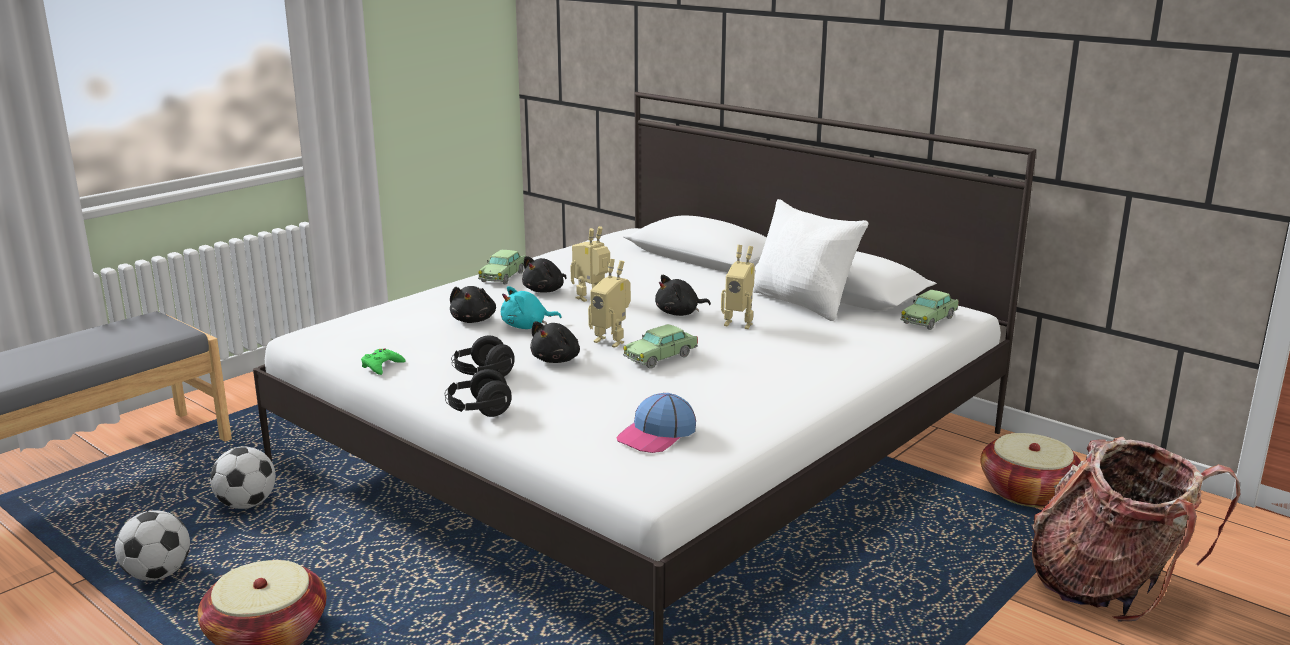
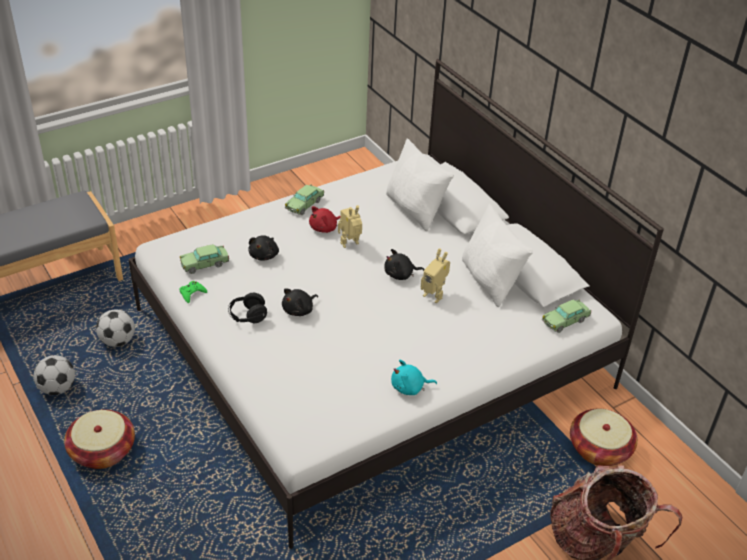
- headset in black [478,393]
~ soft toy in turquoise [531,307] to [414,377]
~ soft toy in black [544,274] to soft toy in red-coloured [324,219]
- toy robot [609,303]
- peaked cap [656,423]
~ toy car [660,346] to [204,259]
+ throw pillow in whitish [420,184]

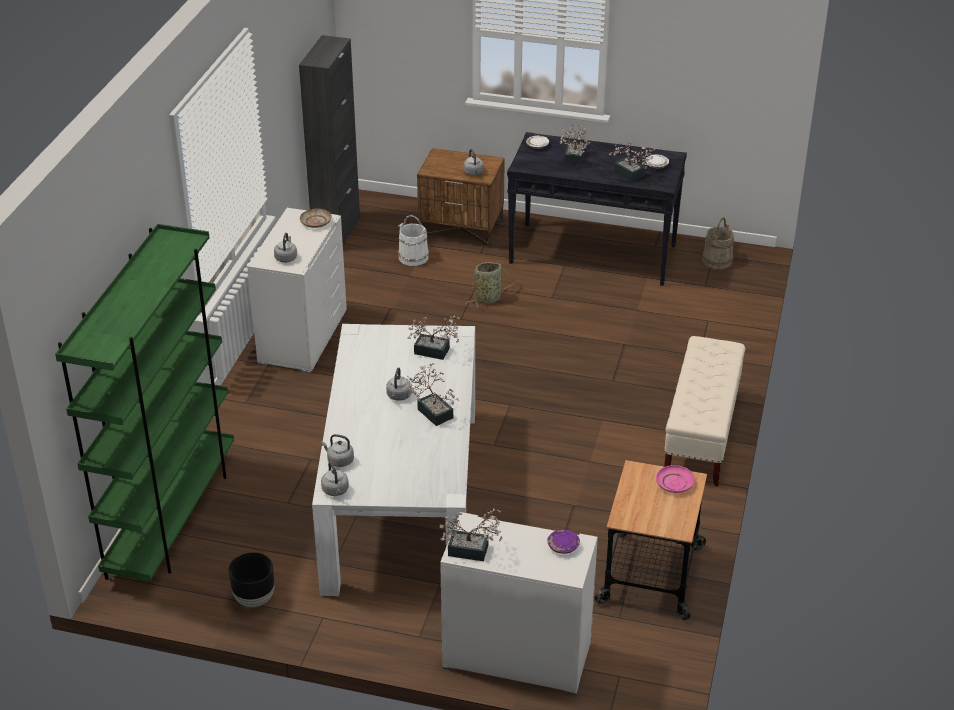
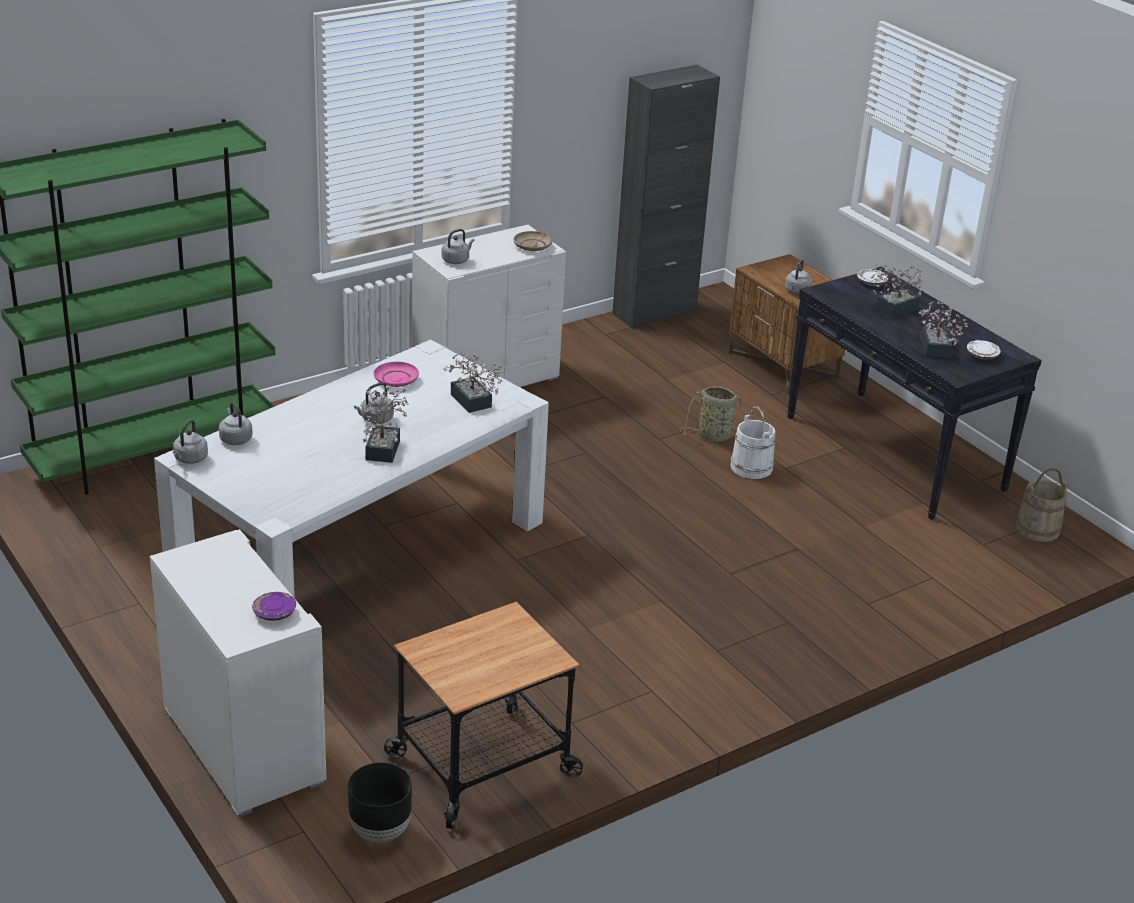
~ plant pot in black [251,579] to [380,802]
~ water bucket in whitish [413,240] to [753,442]
- plant in a pot [471,534]
~ flat dish in pink-coloured [675,479] to [396,374]
- indoor bench in beige-coloured [705,411]

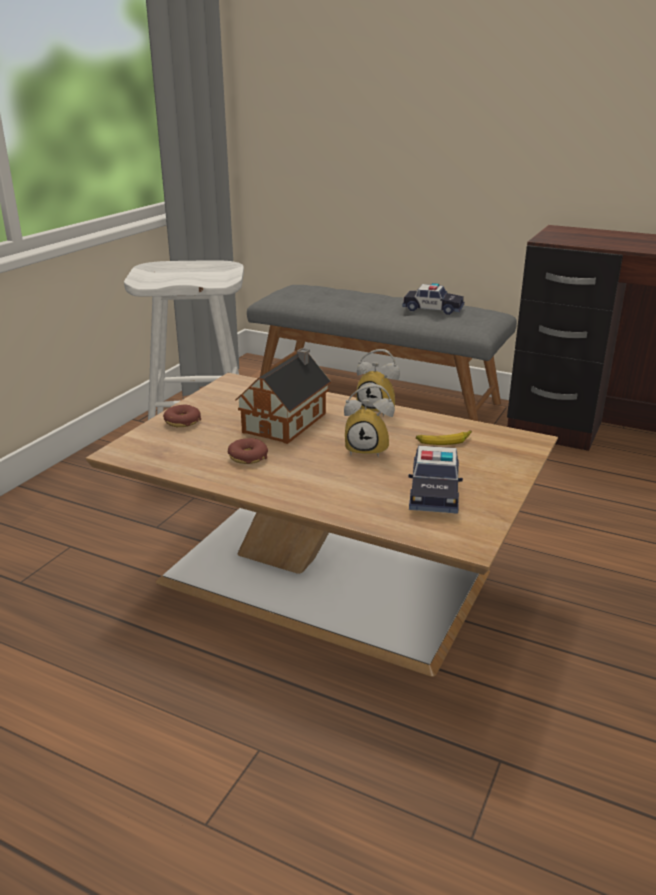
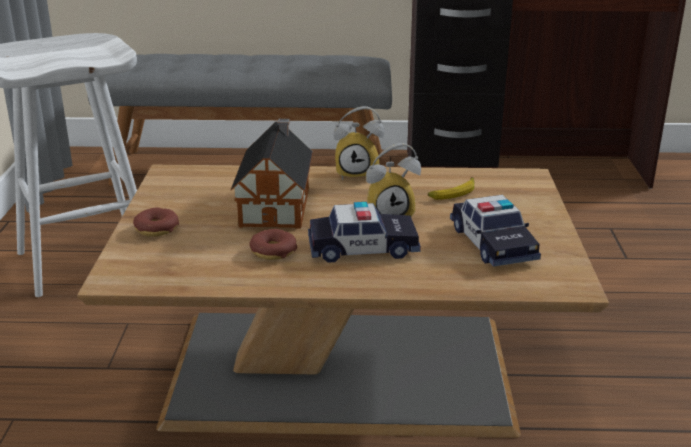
~ toy car [433,299] to [364,232]

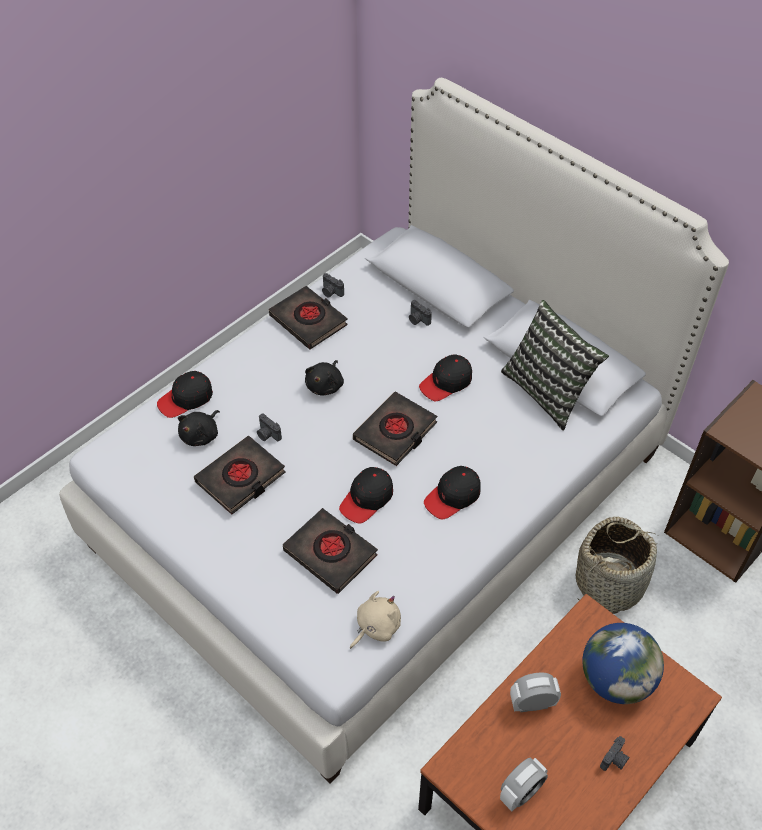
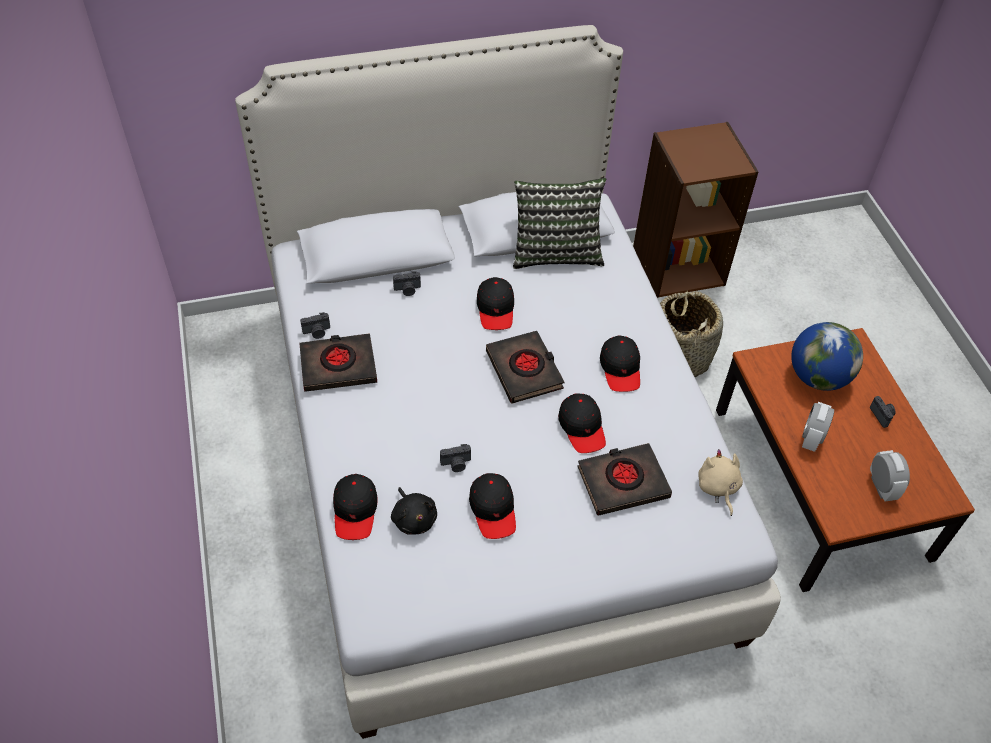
~ volume in black [240,475] to peaked cap in black [492,506]
- soft toy in black [324,378]

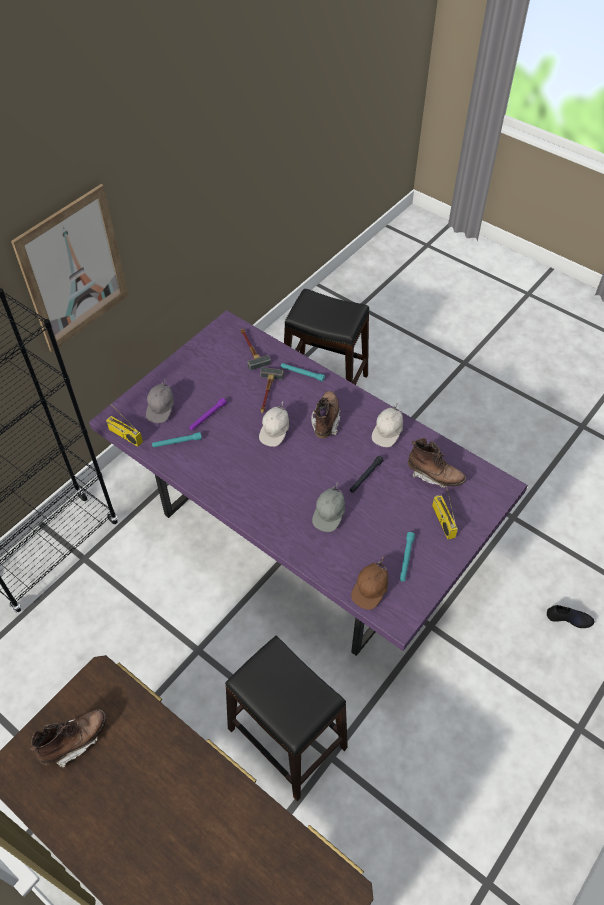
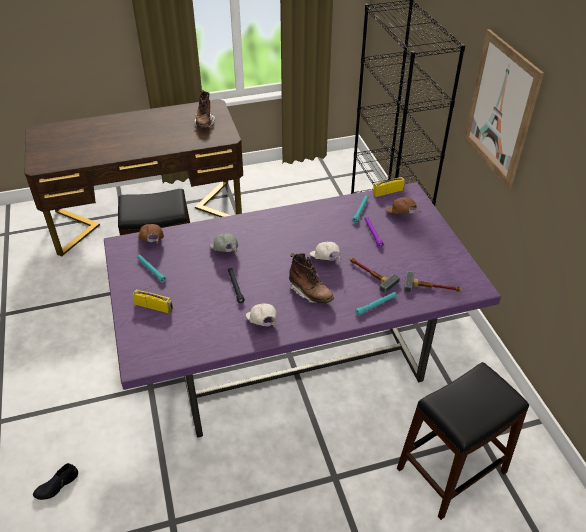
~ peaked cap in gray [160,400] to peaked cap in brownish [403,205]
- high-top boot in brownish [437,463]

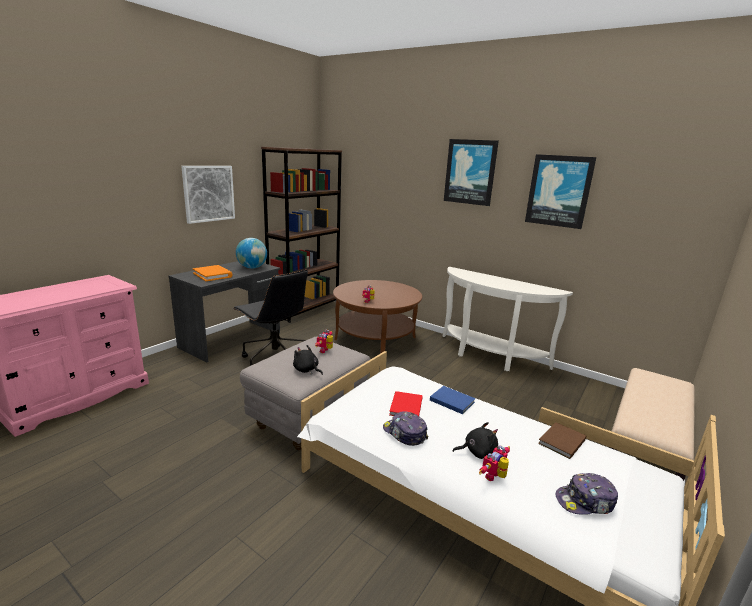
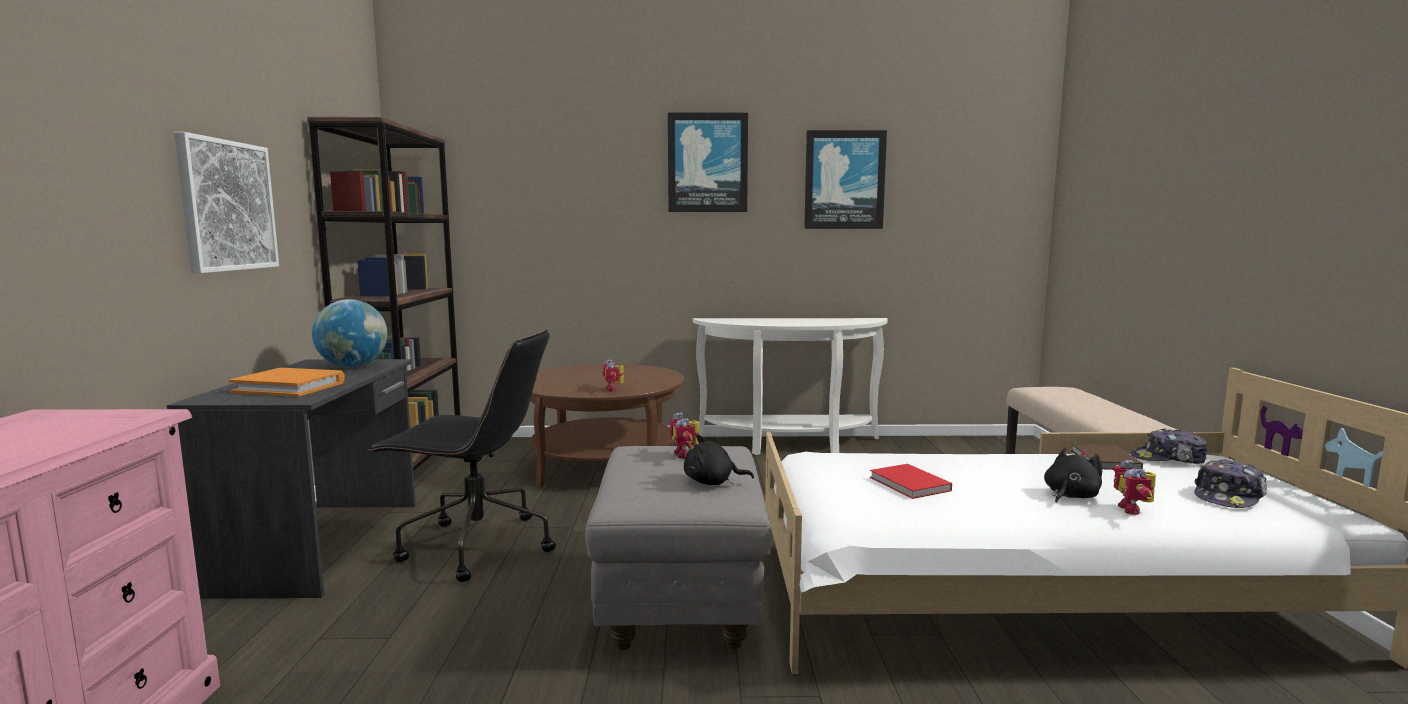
~ peaked cap [406,428] to [1169,446]
- volume in blue [453,400]

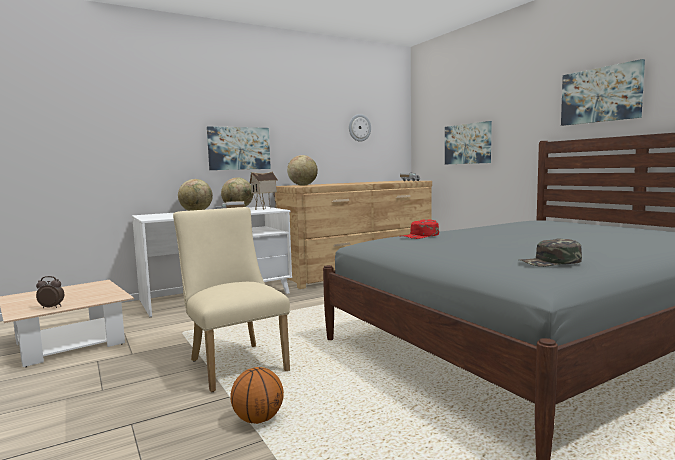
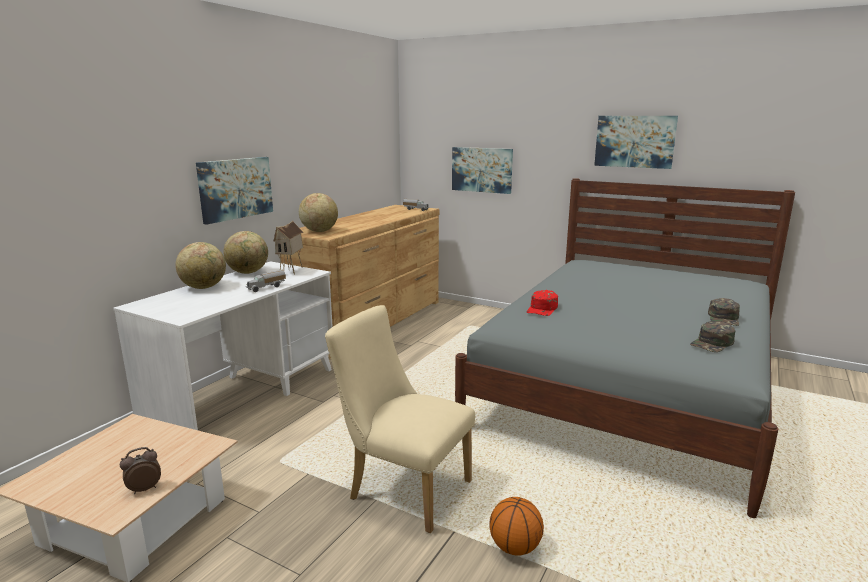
- wall clock [360,128]
+ peaked cap in greenish [724,312]

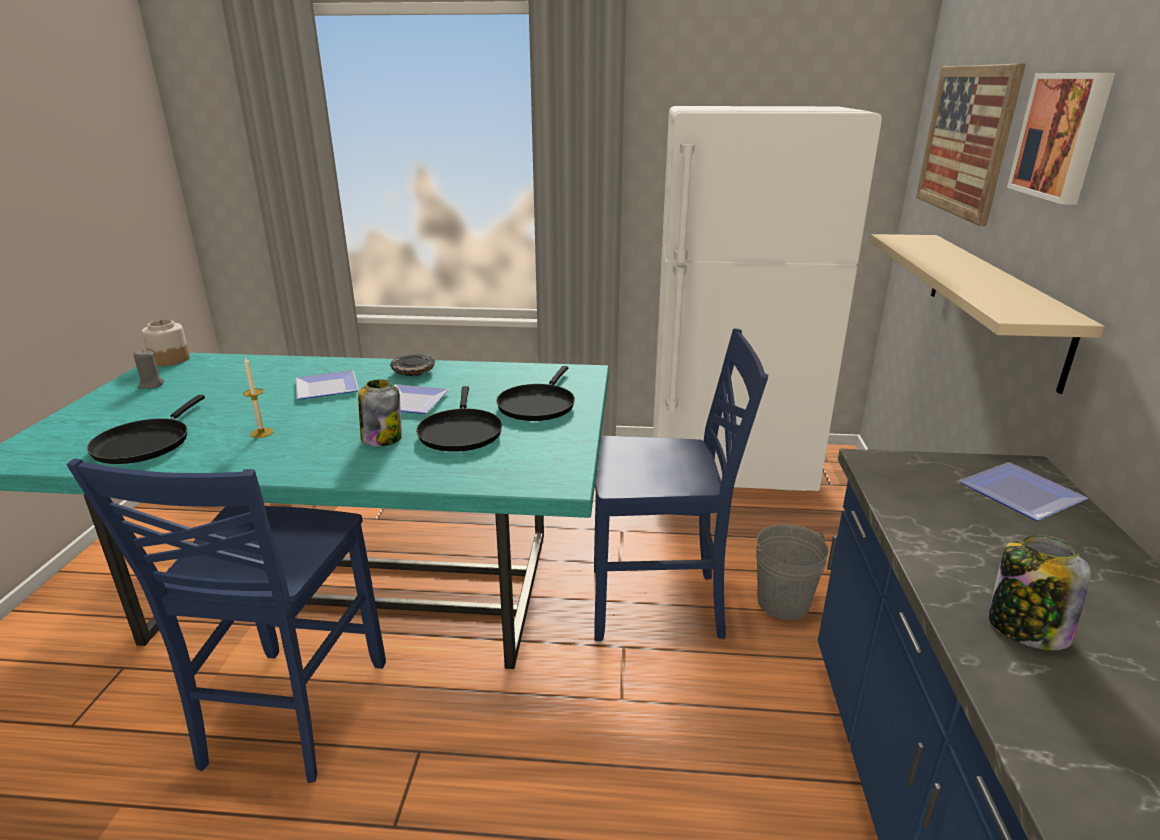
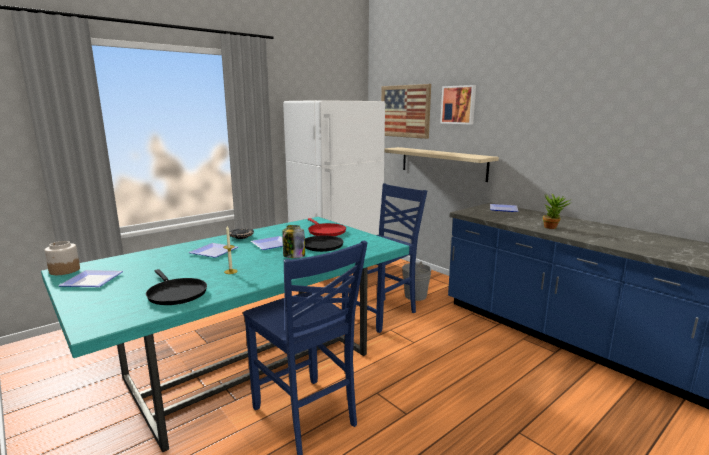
~ wax light in gray [148,369] to flat dish [90,278]
~ frying pan in black [535,393] to frying pan in red-coloured [327,227]
~ storage jar [1039,593] to plant in a pot [557,211]

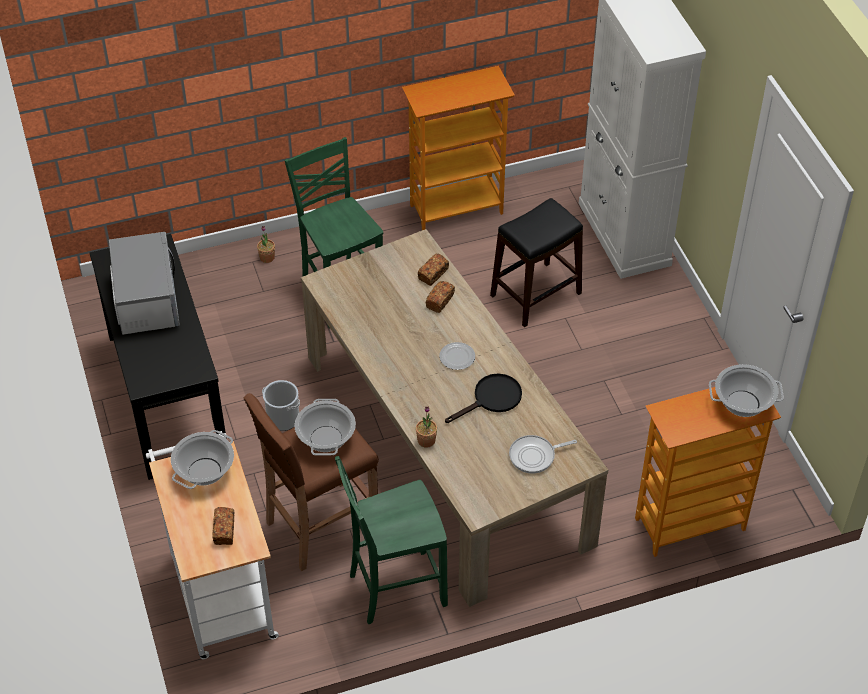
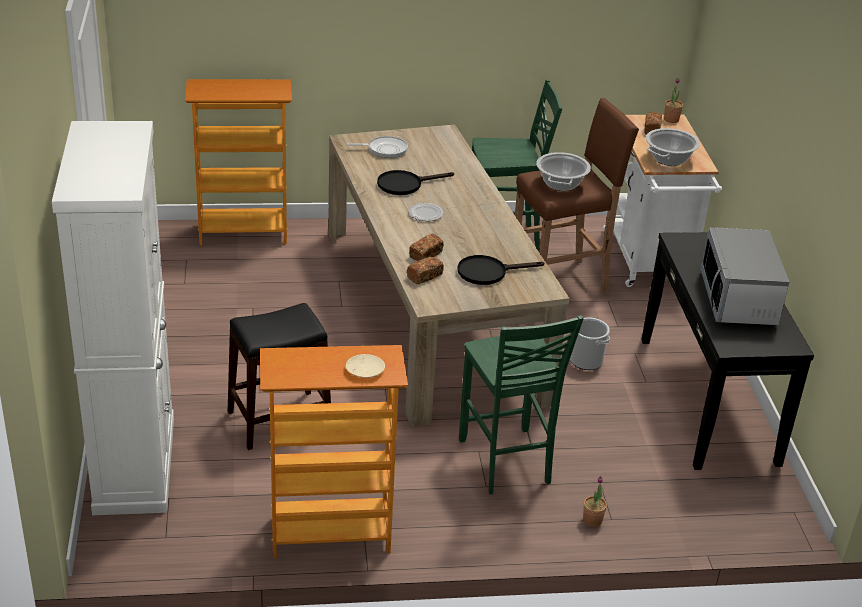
~ plant in a pot [426,427] to [673,100]
- cooking pot [746,390]
+ flat dish in beige-coloured [365,366]
+ frying pan in black [500,270]

